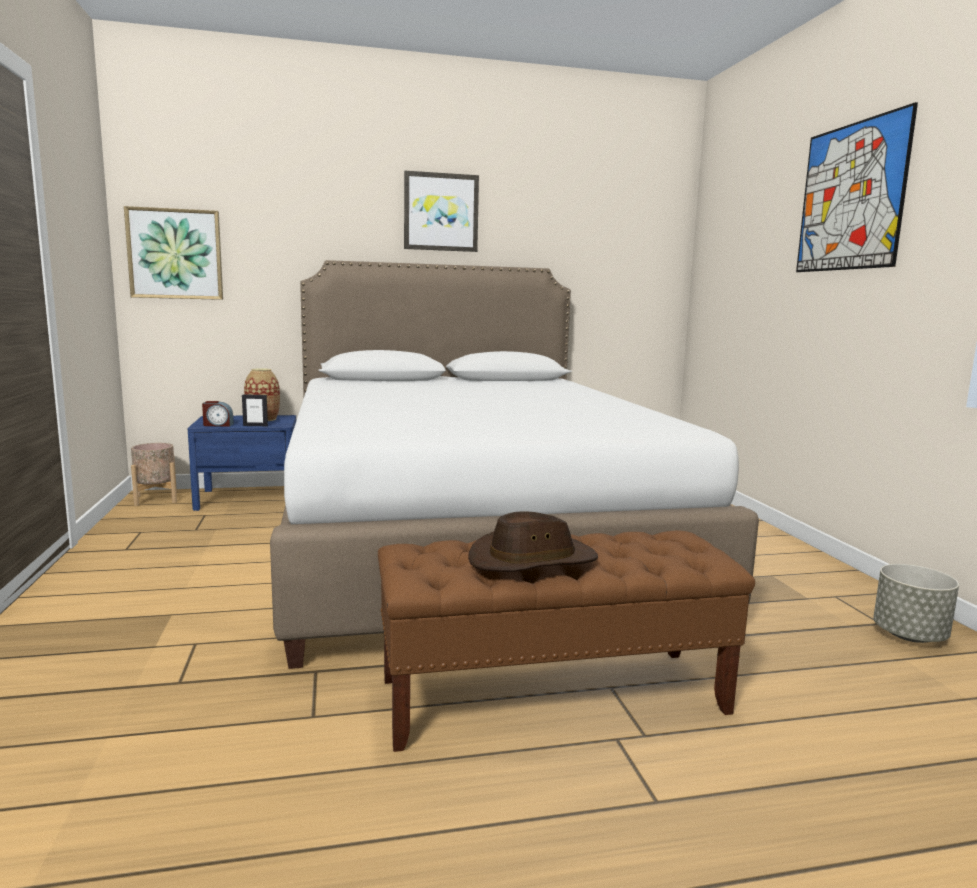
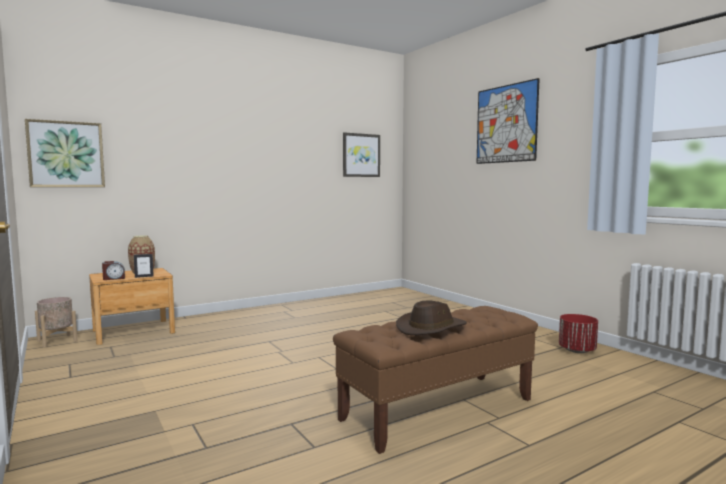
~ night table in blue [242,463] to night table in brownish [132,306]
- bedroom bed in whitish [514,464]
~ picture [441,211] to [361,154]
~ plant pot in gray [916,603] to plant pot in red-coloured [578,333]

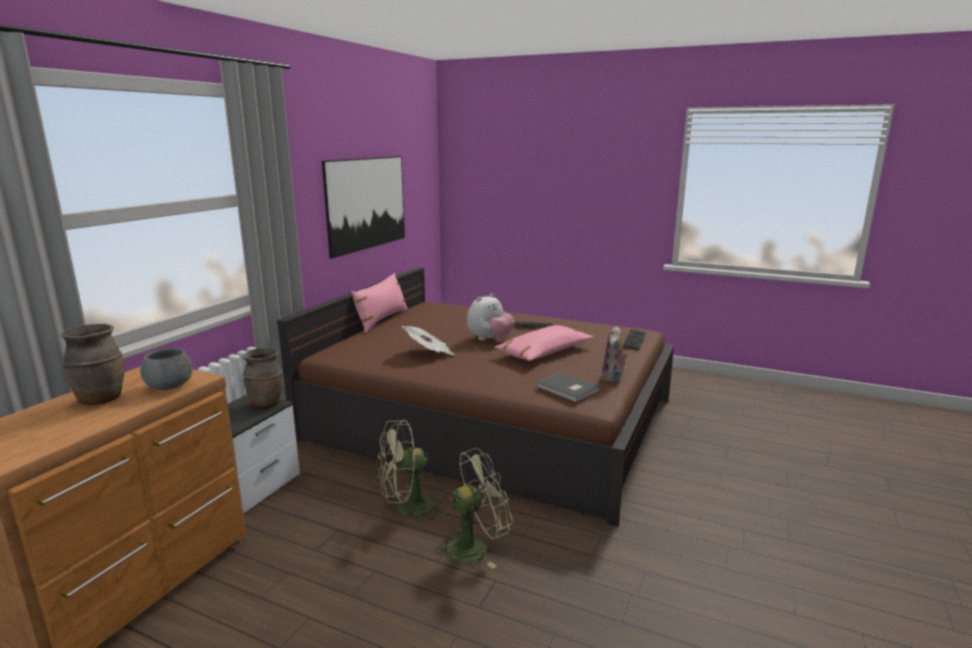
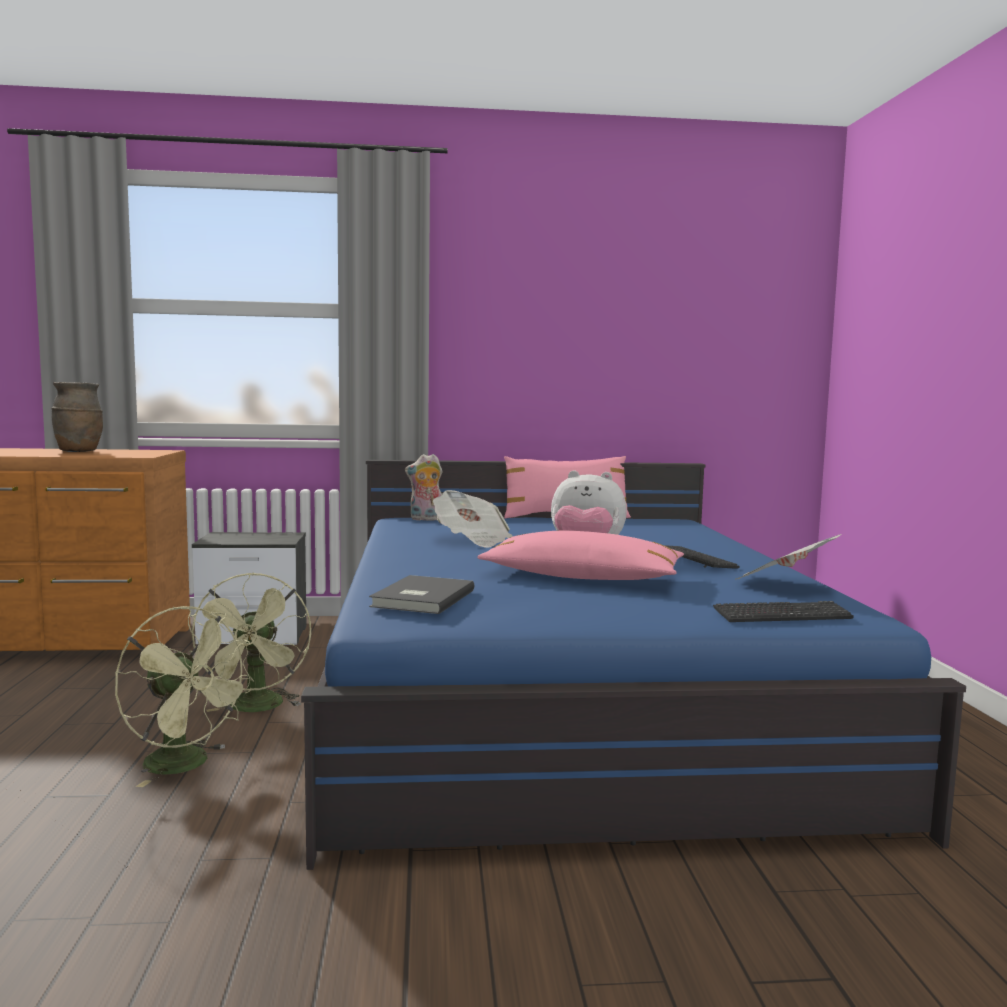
- deep dish in gray [166,369]
- vase in brownish [263,378]
~ bedroom bed in brownish [475,397] to bedroom bed in blue [633,665]
- picture [363,207]
~ electric fan in greenish [411,473] = [250,642] 135 degrees counterclockwise
~ soft toy [615,354] to [424,487]
+ printed paper [788,557]

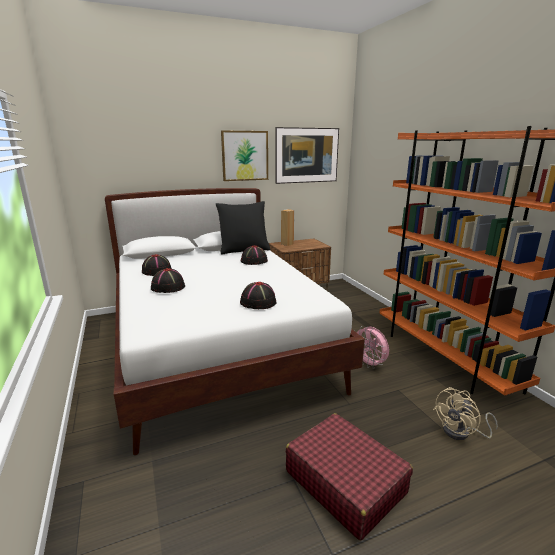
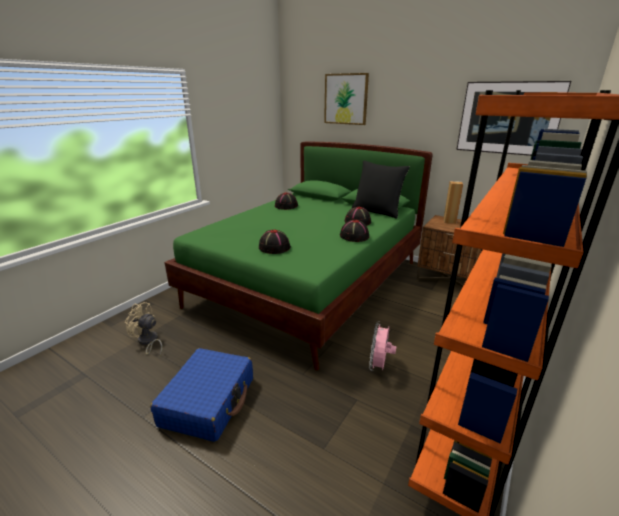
~ bedroom bed in whitish [235,321] to bedroom bed in greenish [298,256]
~ hat in black [168,280] to [354,231]
~ picture [244,155] to [346,99]
~ suitcase in red-coloured [349,476] to suitcase in blue [201,395]
~ electric fan in beige-coloured [465,413] to [144,329]

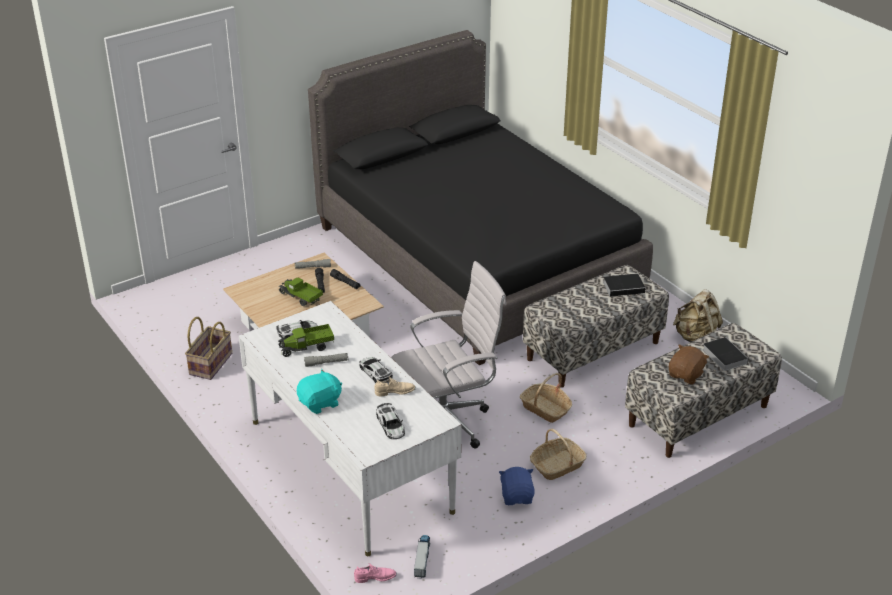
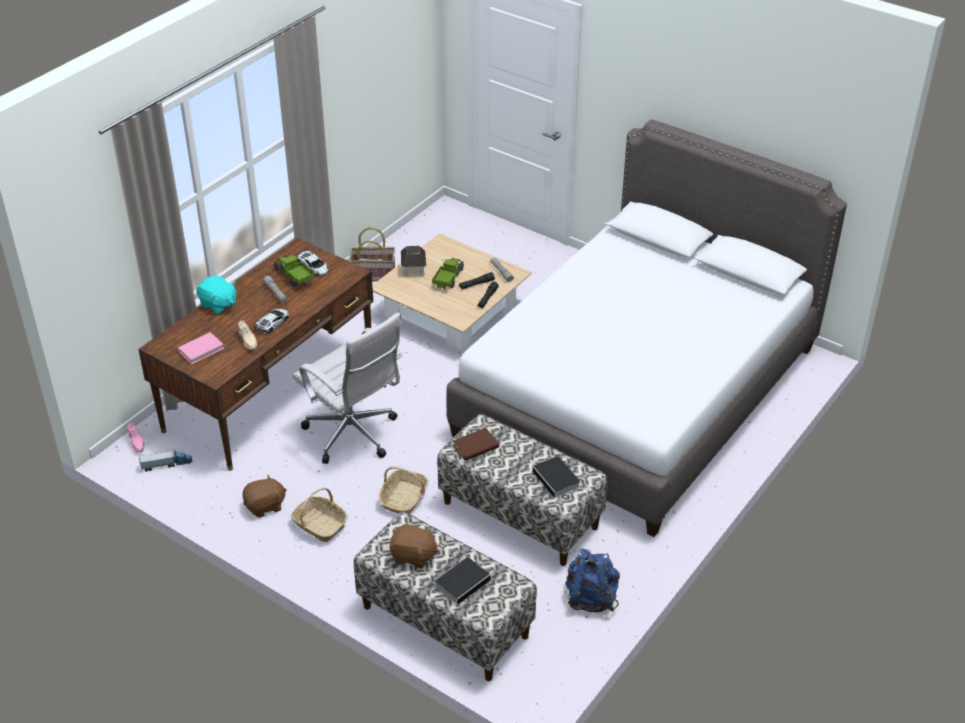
~ desk unit in whitish [350,428] to desk unit in brownish [255,354]
~ bedroom bed in black [480,197] to bedroom bed in whitish [646,328]
~ toy car [390,421] to volume in pink-coloured [201,348]
~ soft toy in blue [517,486] to soft toy in brownish [264,496]
~ backpack in beige-coloured [698,315] to backpack in blue [592,580]
+ miniature house [413,261]
+ volume in brownish [475,444]

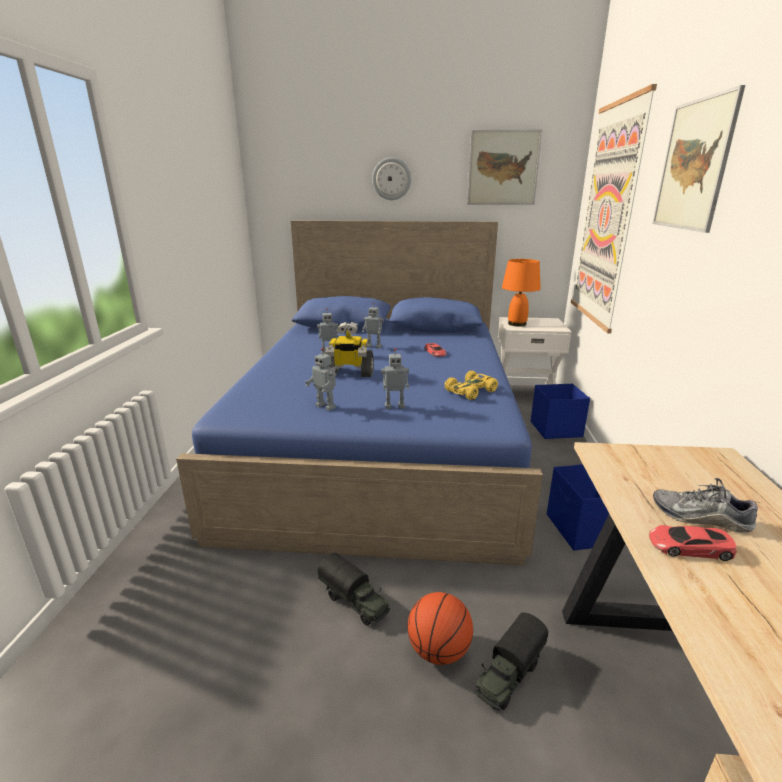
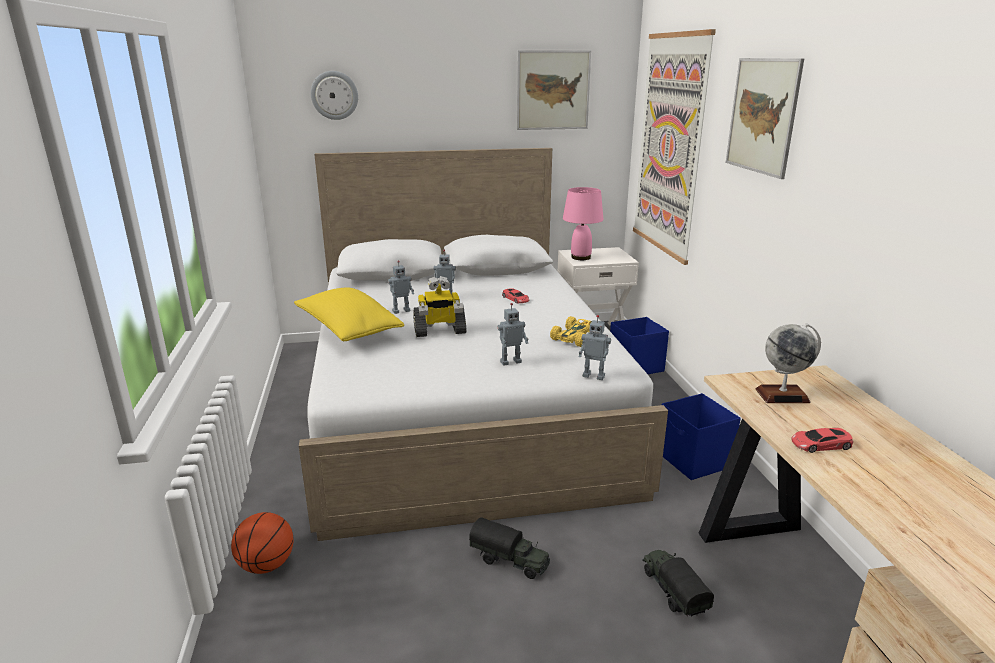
~ bedroom bed in blue [359,392] to bedroom bed in whitish [483,344]
~ toy robot [320,379] to [595,347]
~ wall clock [391,178] to [334,95]
~ ball for basketball [440,628] to [262,543]
~ toy truck [511,662] = [678,583] 135 degrees clockwise
~ lamp for a table in orange [521,293] to lamp for a table in pink-coloured [583,223]
- shoe [705,505]
+ throw pillow in yellowish [349,314]
+ world globe [788,363]

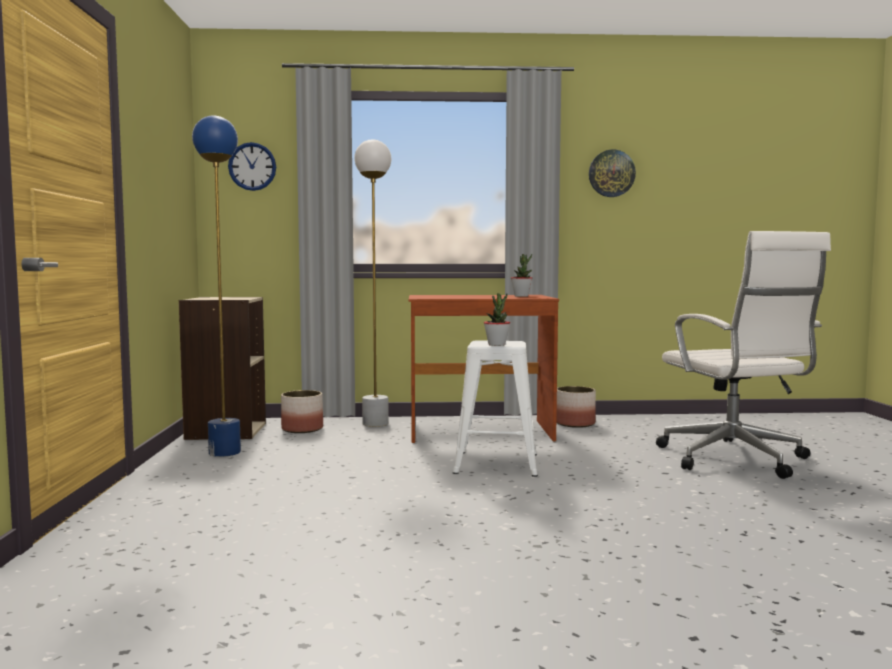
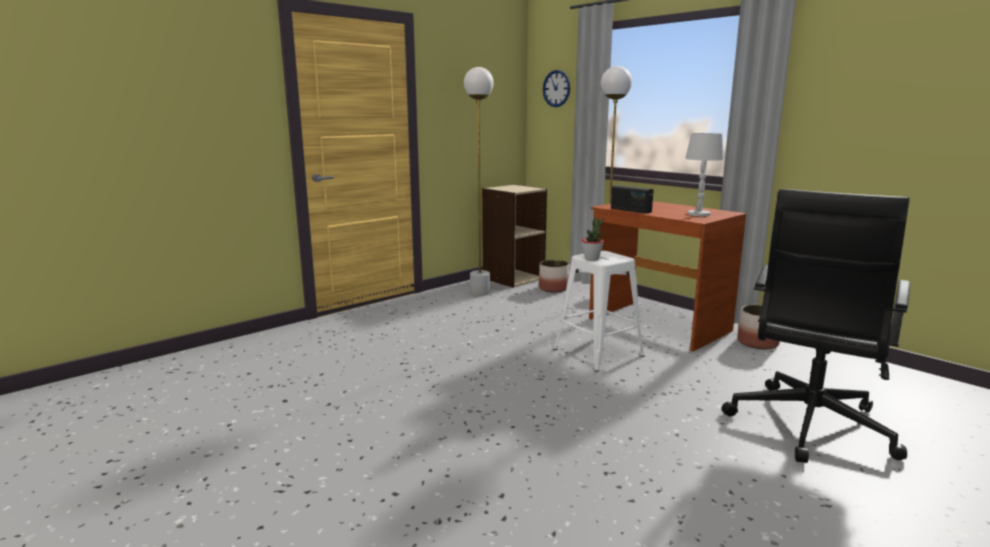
~ standing lamp in blue [216,286] to standing lamp in whitish [479,181]
~ plant in a pot [521,275] to lamp for a table in whitish [704,174]
- wall clock [612,173]
~ desk chair in whitish [743,355] to desk chair in black [816,326]
+ radio [632,199]

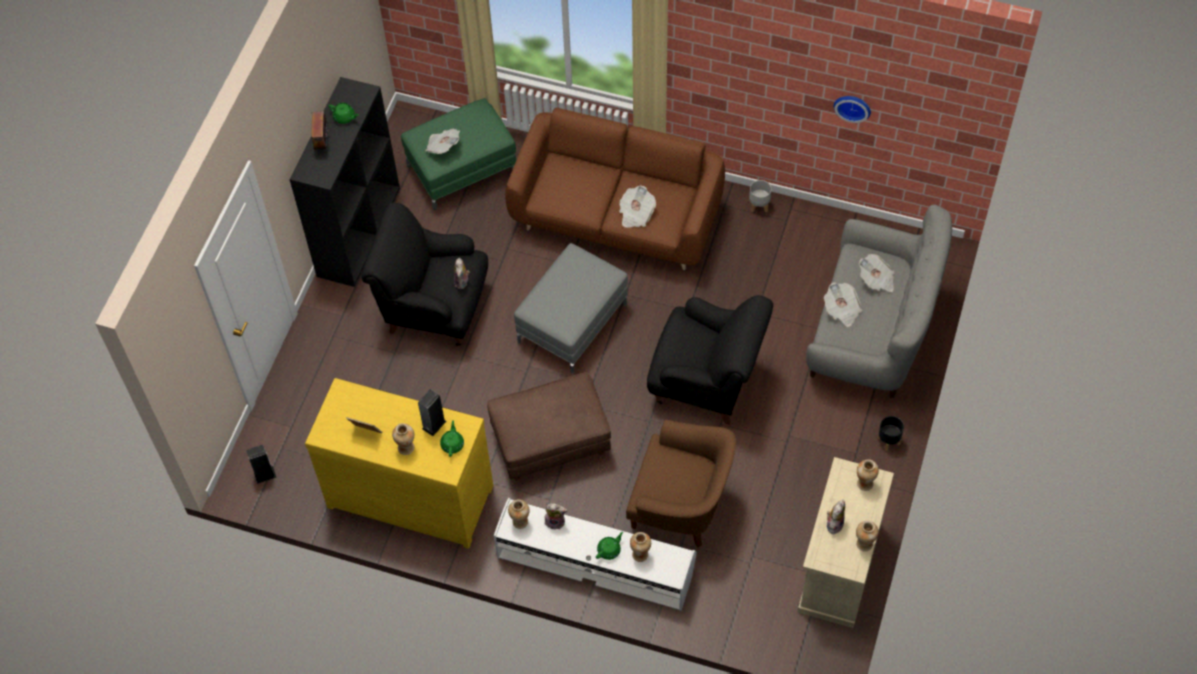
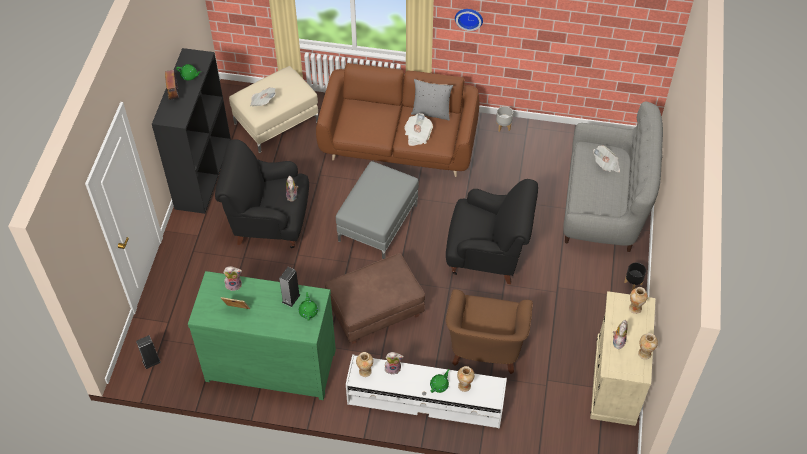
~ drawer chest in yellowish [399,463] to drawer chest in greenish [262,335]
- vase [403,439]
~ pouffe in greenish [458,154] to pouffe in beige-coloured [273,109]
~ lounge chair in brownish [681,483] = [489,331] 90 degrees clockwise
- printed paper [843,304]
~ wall clock [852,109] to [469,20]
+ soft toy [232,278]
+ throw pillow in gray [432,99]

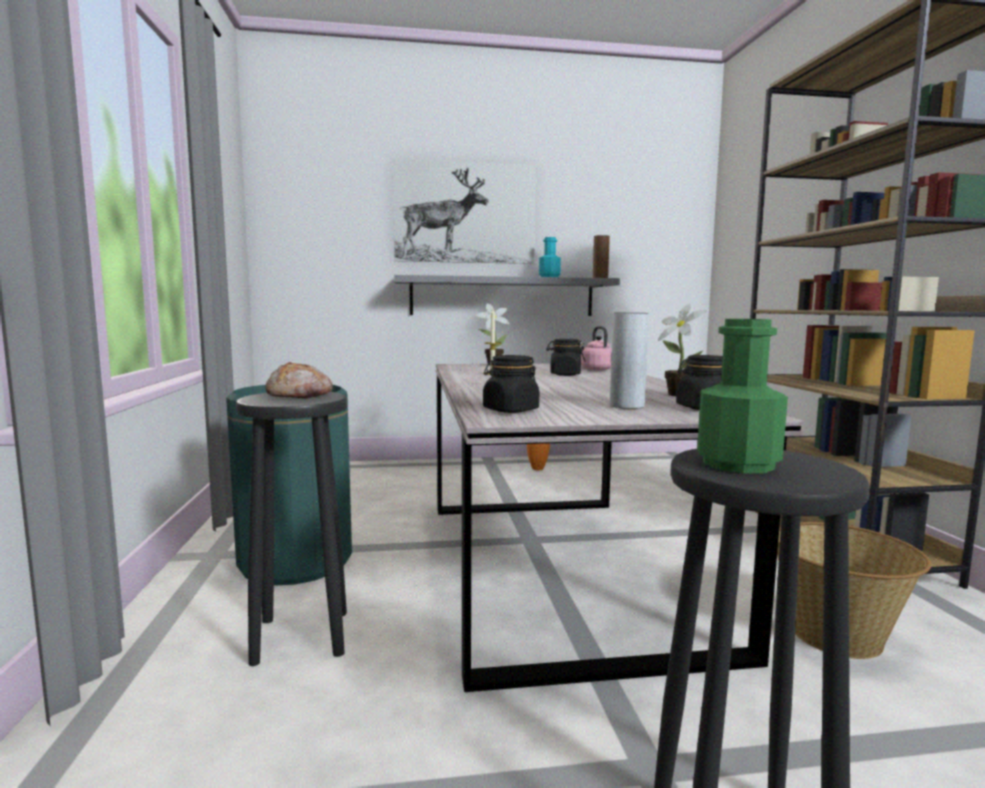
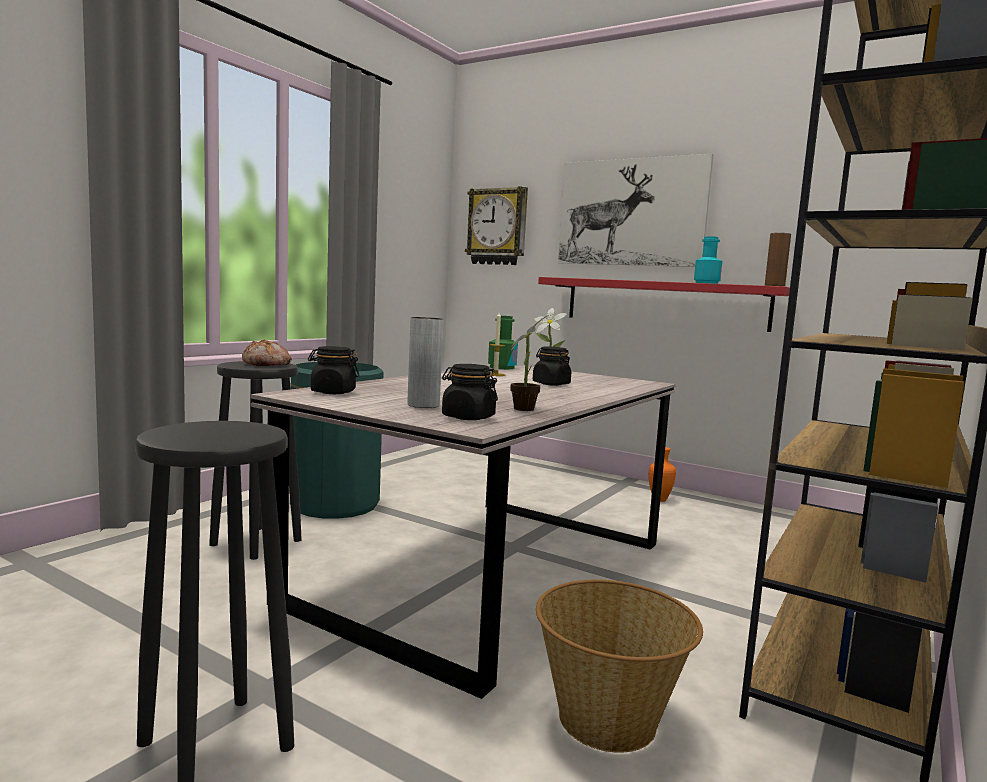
~ bracket shelf in gray [507,295] to bracket shelf in red-coloured [664,304]
- tea kettle in pink-coloured [596,348]
~ beverage bottle in greenish [742,396] to [503,342]
+ wall clock [496,225]

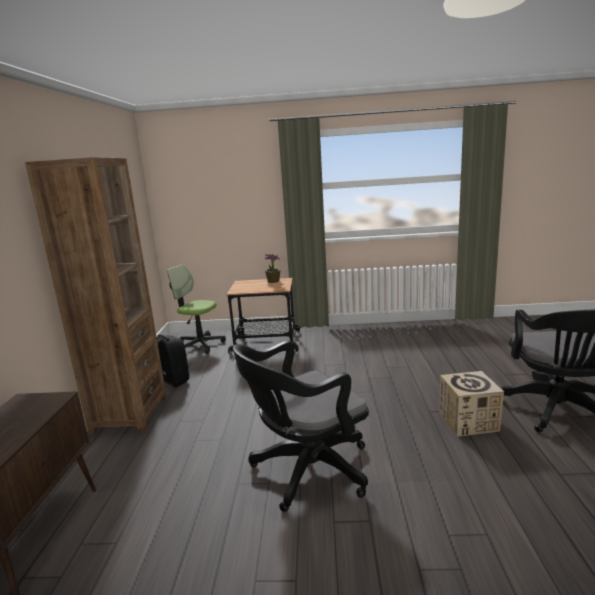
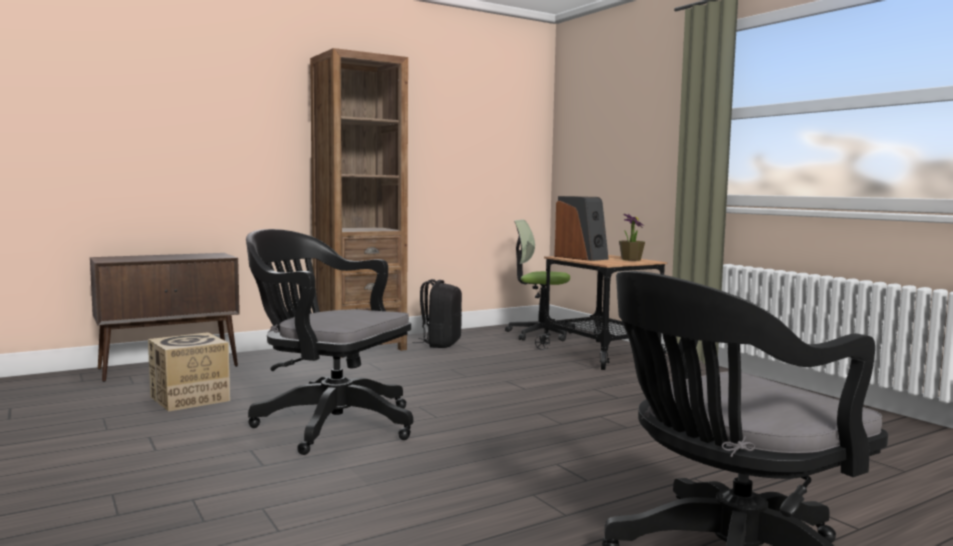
~ desk chair [196,309] = [540,280] 60 degrees counterclockwise
~ carton [471,404] to [189,372]
+ loudspeaker [581,228]

